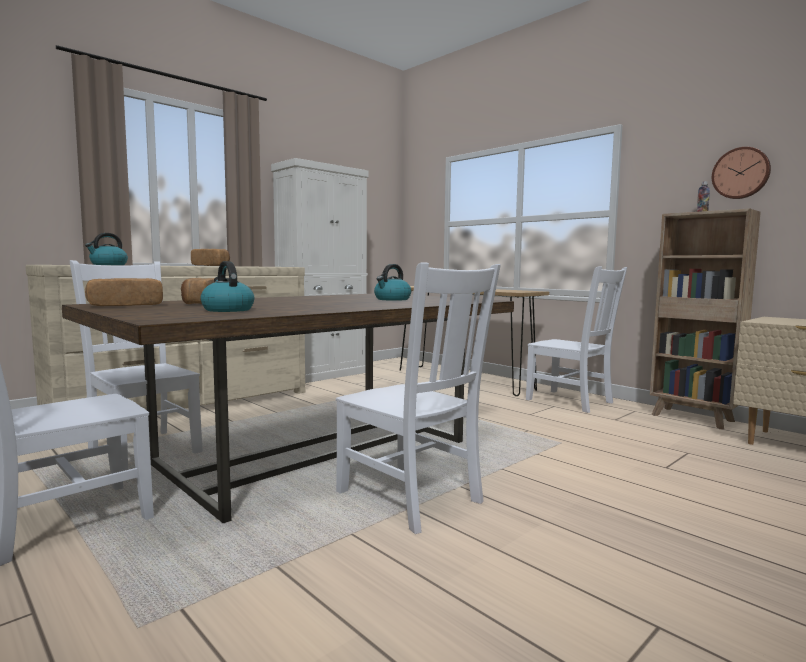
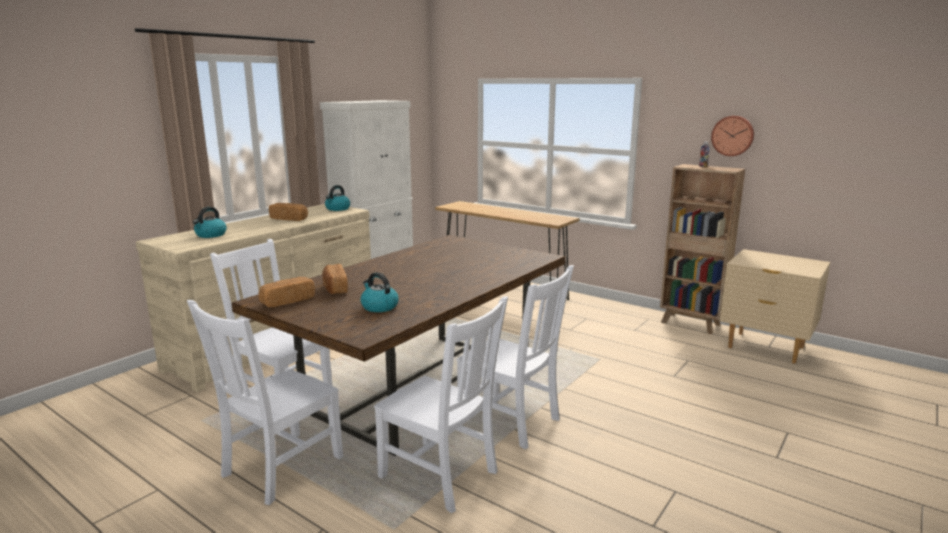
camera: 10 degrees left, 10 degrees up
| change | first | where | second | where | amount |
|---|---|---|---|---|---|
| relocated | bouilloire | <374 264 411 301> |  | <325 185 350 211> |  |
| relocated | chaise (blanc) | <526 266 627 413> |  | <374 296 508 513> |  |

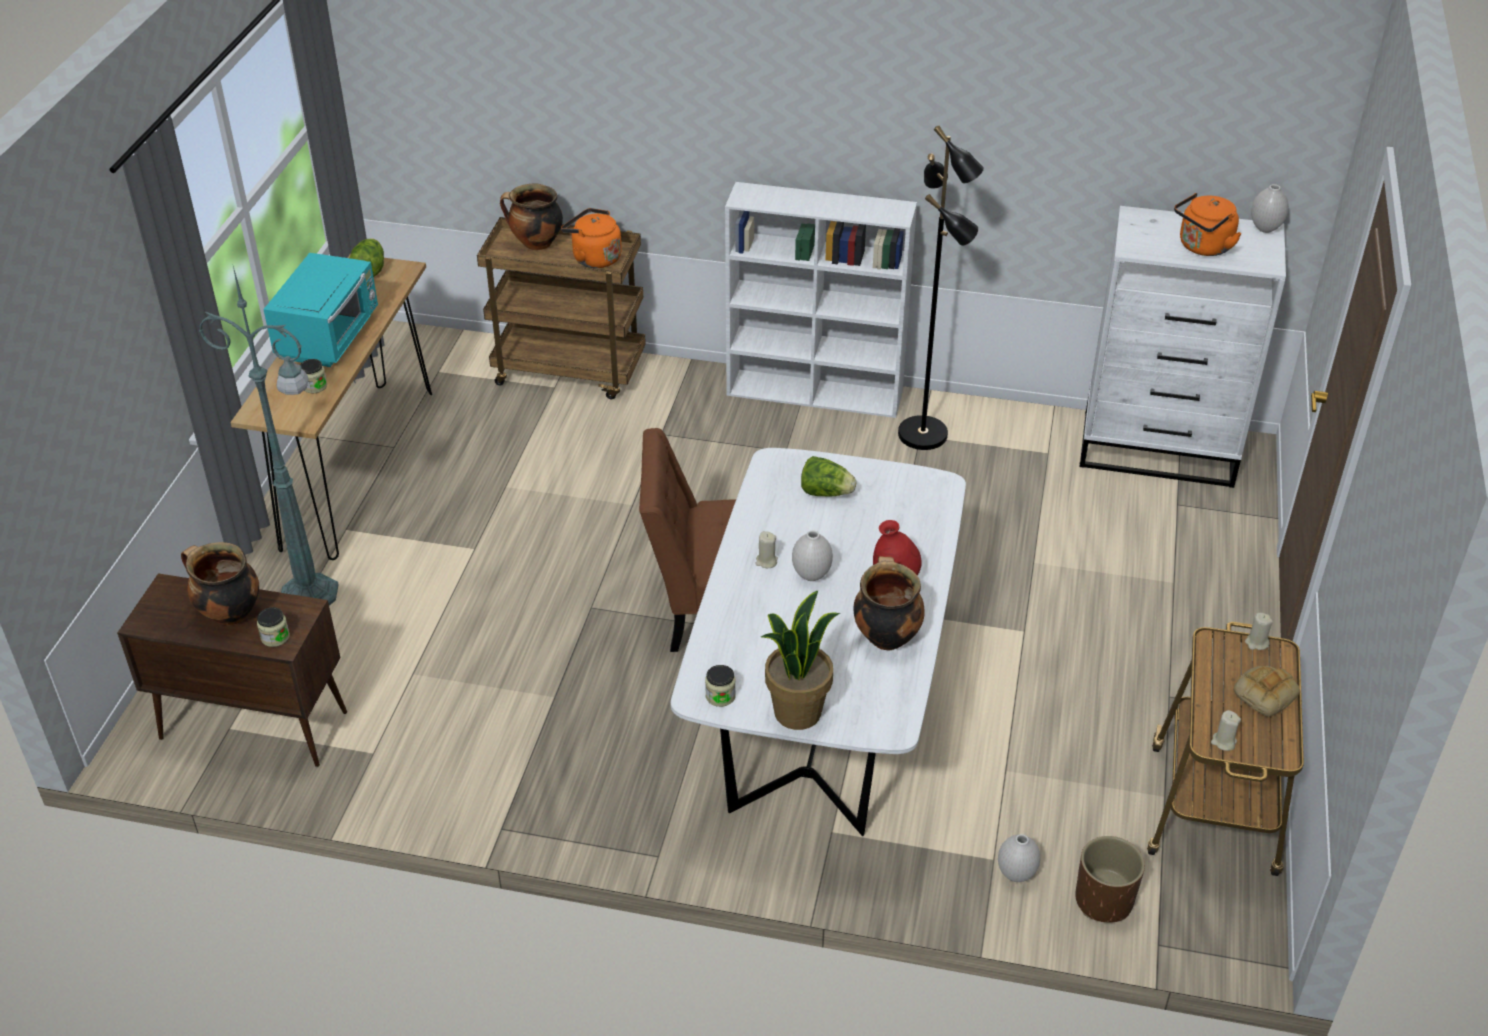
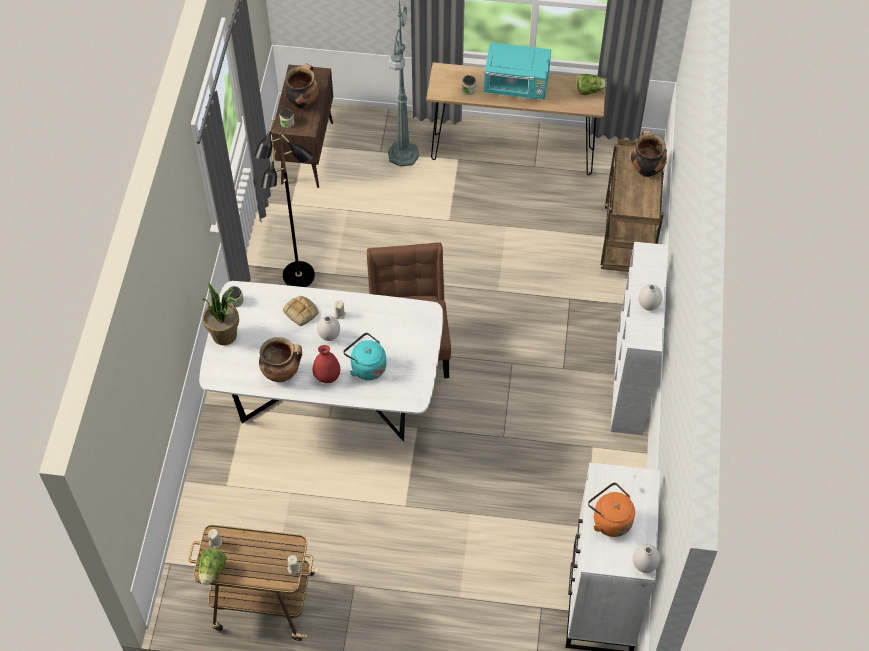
camera: 85 degrees right, 15 degrees up
| change | first | where | second | where | amount |
|---|---|---|---|---|---|
| missing | bouilloire (orange) | <561 208 622 268> |  |  |  |
| missing | cache-pot (marron) | <1075 836 1145 923> |  |  |  |
| appeared |  |  | bouilloire (turquoise) | <343 333 386 380> |  |
| relocated | laitue | <801 456 856 496> |  | <198 548 227 585> |  |
| relocated | lampadaire (noir) | <898 125 984 450> |  | <254 120 315 287> |  |
| relocated | vase (blanc) | <998 834 1040 882> |  | <638 284 663 311> |  |
| relocated | pain | <1234 666 1300 717> |  | <283 296 319 326> |  |

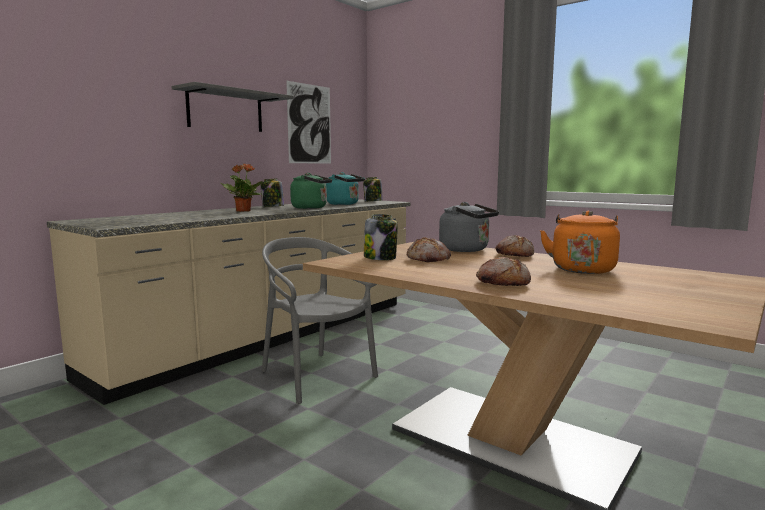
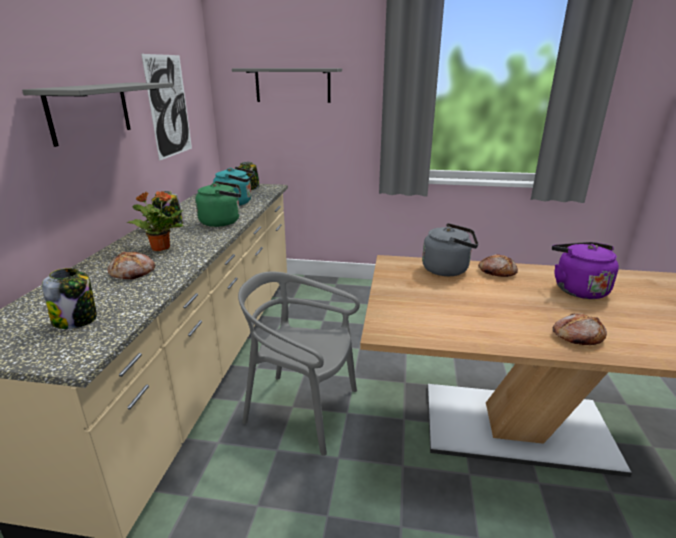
camera: 30 degrees left, 15 degrees up
| change | first | where | second | where | amount |
|---|---|---|---|---|---|
| appeared |  |  | étagère (gris) | <232 68 342 103> |  |
| relocated | bocal | <364 214 398 260> |  | <42 268 97 329> |  |
| relocated | pain | <407 237 451 262> |  | <107 252 155 279> |  |
| colour | bouilloire (orange) | <540 210 620 274> | bouilloire (violet) | <552 242 619 299> |  |

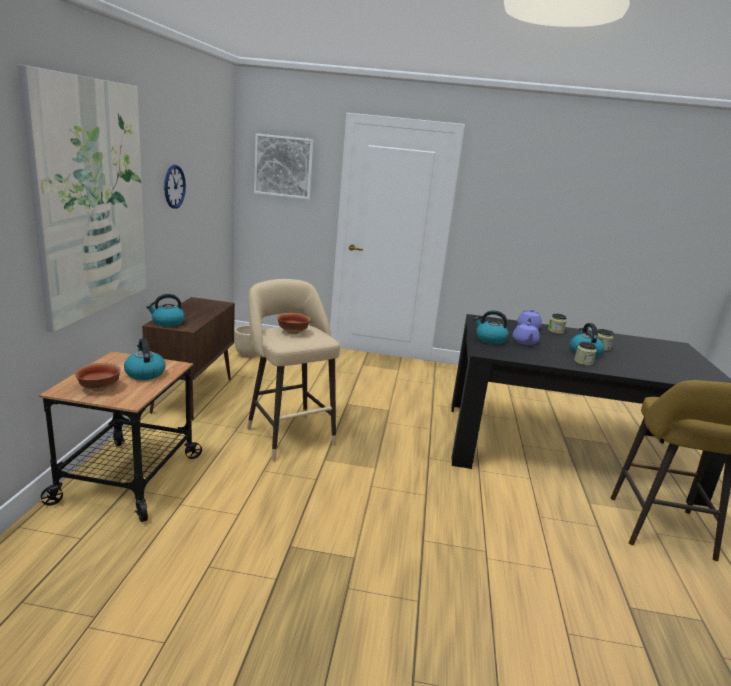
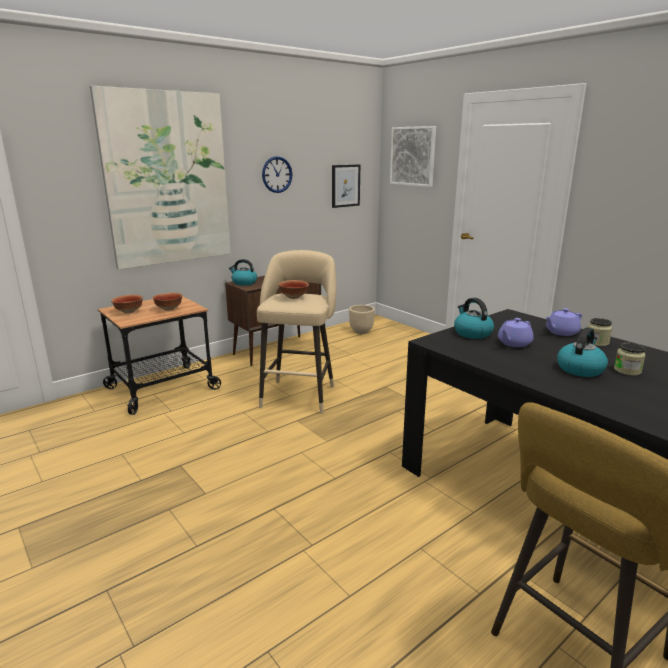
camera: 45 degrees right, 0 degrees up
| change | first | where | second | where | amount |
|---|---|---|---|---|---|
| missing | bocal | <574 342 597 366> |  |  |  |
| appeared |  |  | tableau | <332 164 360 208> |  |
| exchanged | bouilloire | <124 338 166 380> | bol | <152 293 183 311> |  |

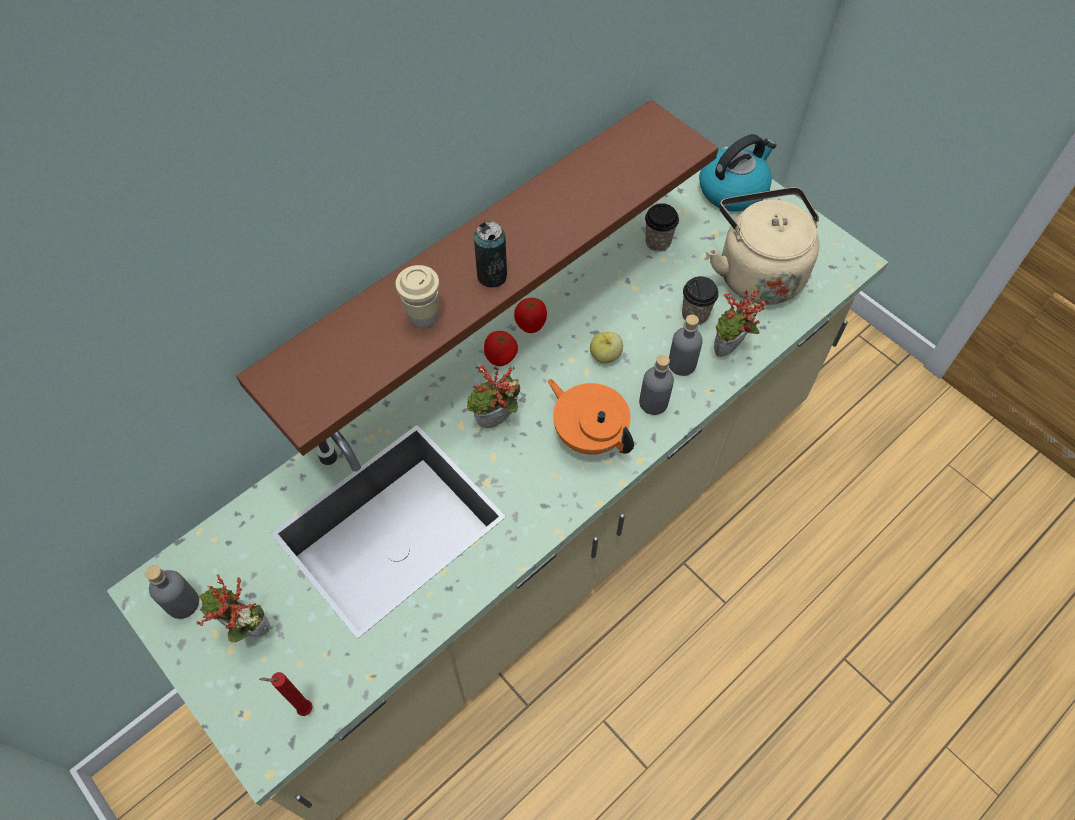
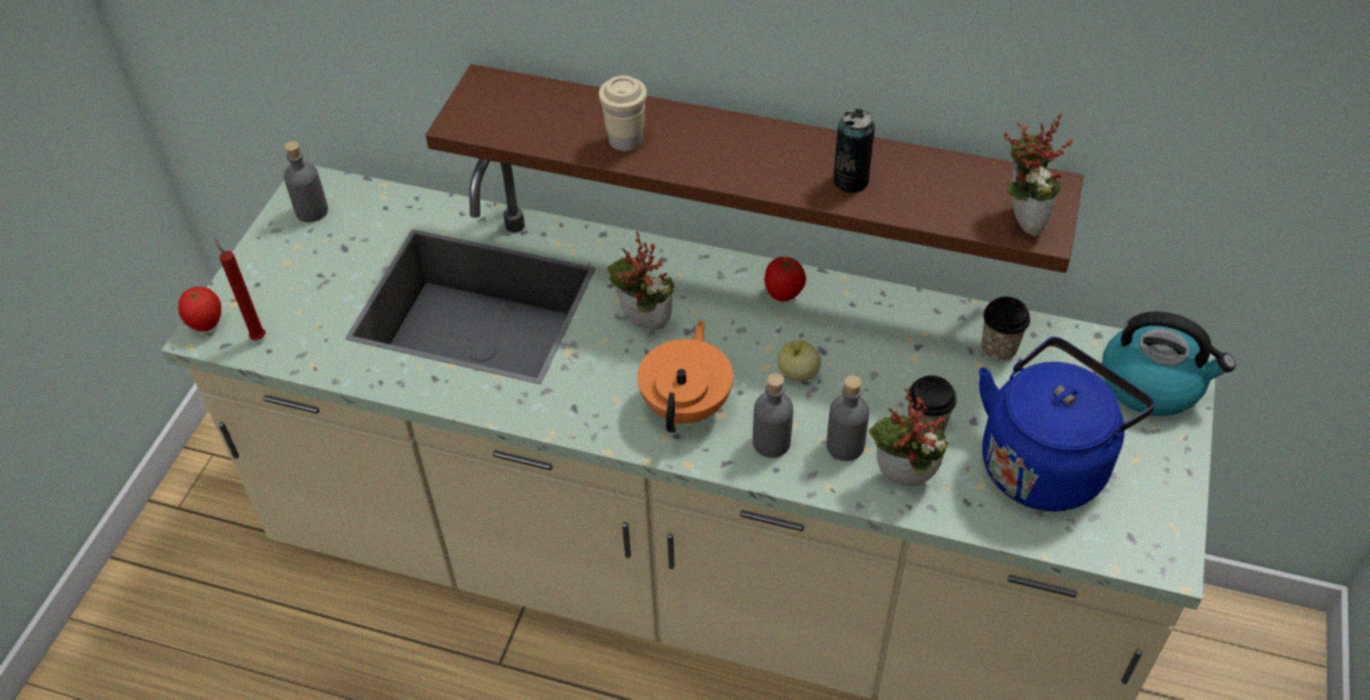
camera: 60 degrees right, 10 degrees down
| change | first | where | second | where | amount |
|---|---|---|---|---|---|
| relocated | plante en pot | <197 574 270 642> |  | <1003 113 1073 236> |  |
| relocated | boîte métallique | <474 221 507 288> |  | <833 109 875 193> |  |
| relocated | tomate | <484 331 518 366> |  | <178 287 221 331> |  |
| colour | bouilloire (beige) | <709 187 819 305> | bouilloire (bleu) | <979 337 1155 512> |  |

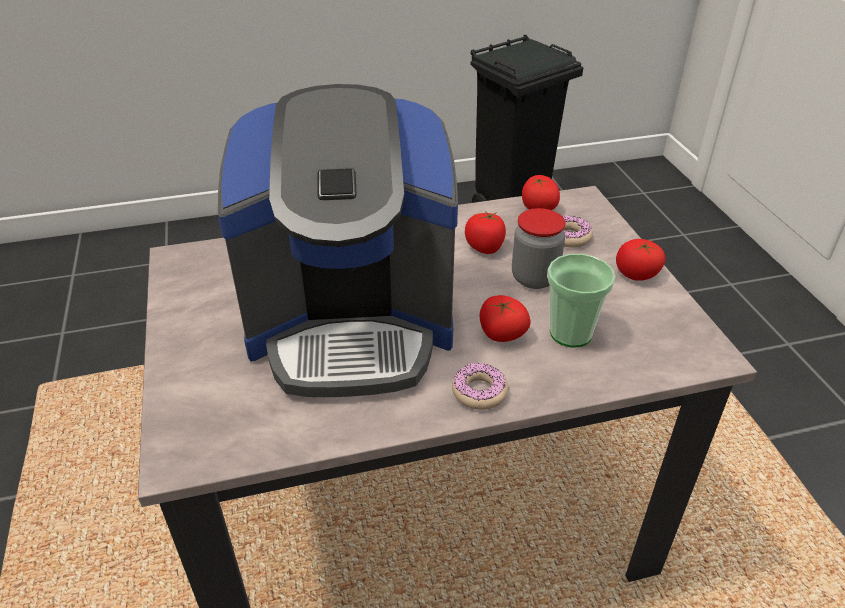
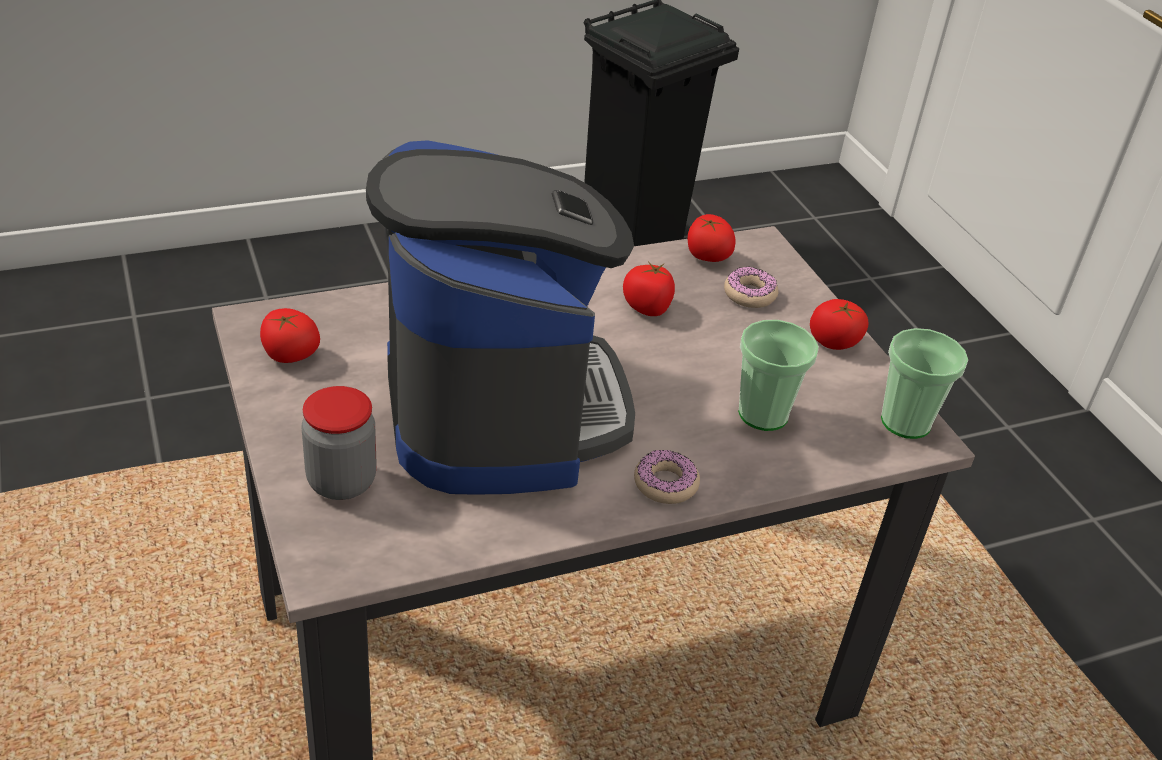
camera: 10 degrees left, 0 degrees up
| change | first | where | second | where | amount |
|---|---|---|---|---|---|
| appeared |  |  | tasse | <881 328 968 439> |  |
| relocated | tomate | <480 295 530 342> |  | <260 308 320 363> |  |
| relocated | bocal | <512 208 566 289> |  | <301 386 377 500> |  |
| spun | machine à café | <218 84 458 397> |  | <366 140 635 495> | 90 degrees counterclockwise |

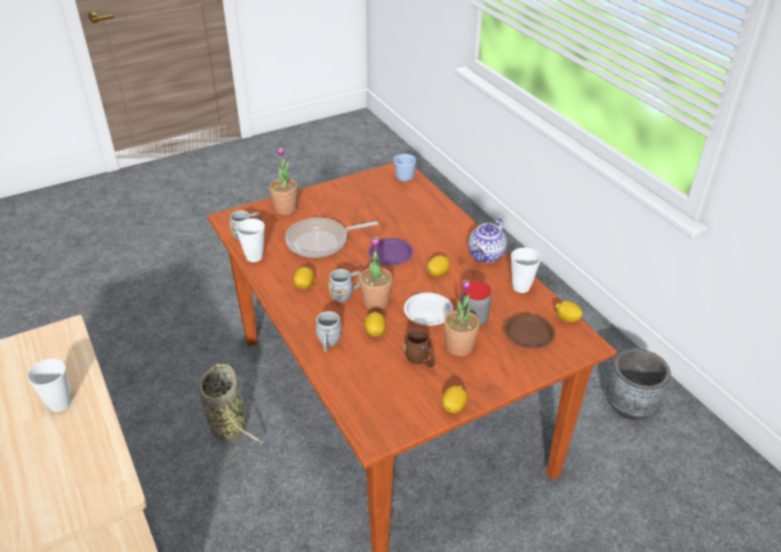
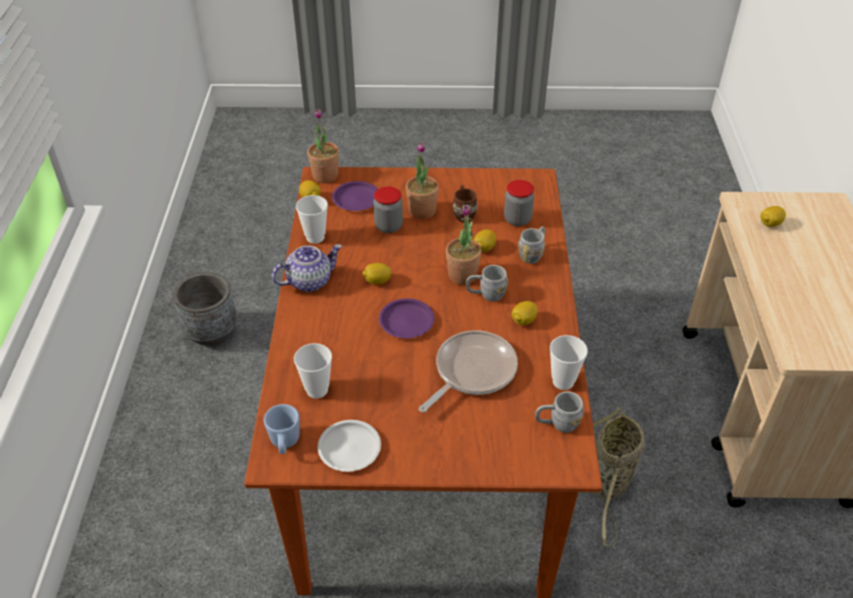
camera: 150 degrees left, 5 degrees up
| change | first | where | second | where | amount |
|---|---|---|---|---|---|
| appeared |  |  | bocal | <504 180 534 226> |  |
| relocated | tasse | <27 358 71 412> |  | <294 343 332 399> |  |
| relocated | plante en pot | <269 147 298 215> |  | <307 109 339 183> |  |
| relocated | assiette (blanc) | <404 292 453 326> |  | <318 420 381 472> |  |
| relocated | citron | <442 386 467 413> |  | <761 206 786 227> |  |
| colour | assiette (marron) | <504 314 555 349> | assiette (violet) | <332 181 378 211> |  |
| spun | poêle | <285 218 378 258> |  | <419 330 518 413> | 60 degrees counterclockwise |

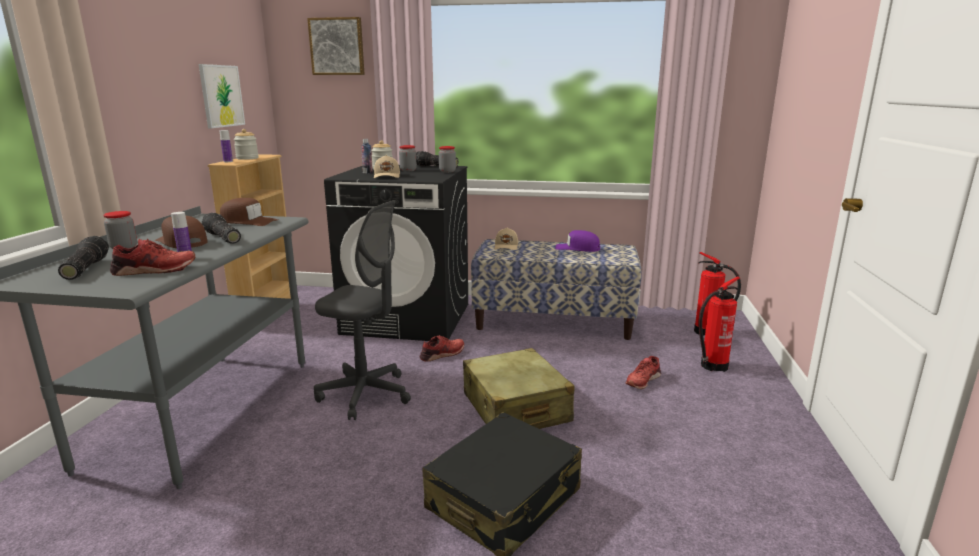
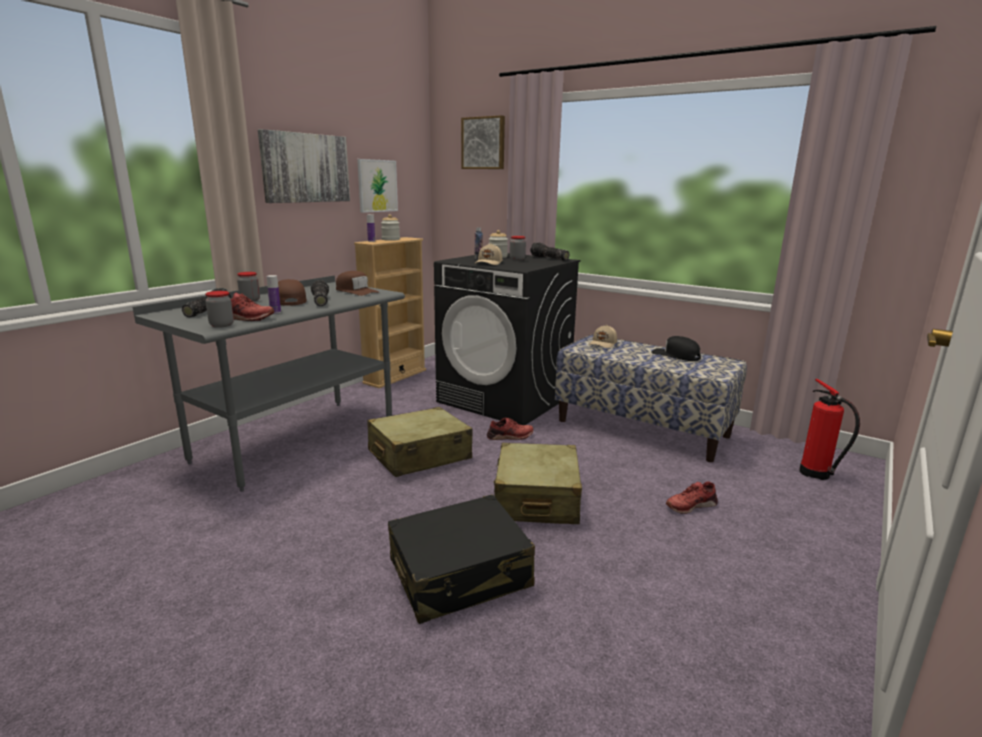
camera: 25 degrees right, 0 degrees up
| change | first | where | second | where | amount |
|---|---|---|---|---|---|
| missing | extincteur | <698 277 740 372> |  |  |  |
| appeared |  |  | tableau | <258 129 350 203> |  |
| relocated | bocal | <439 146 456 173> |  | <205 291 234 328> |  |
| exchanged | chaise de bureau (gris) | <314 200 411 420> | valise (beige) | <367 407 473 477> |  |
| colour | casquette (violet) | <555 230 600 252> | casquette (noir) | <651 336 701 361> |  |

